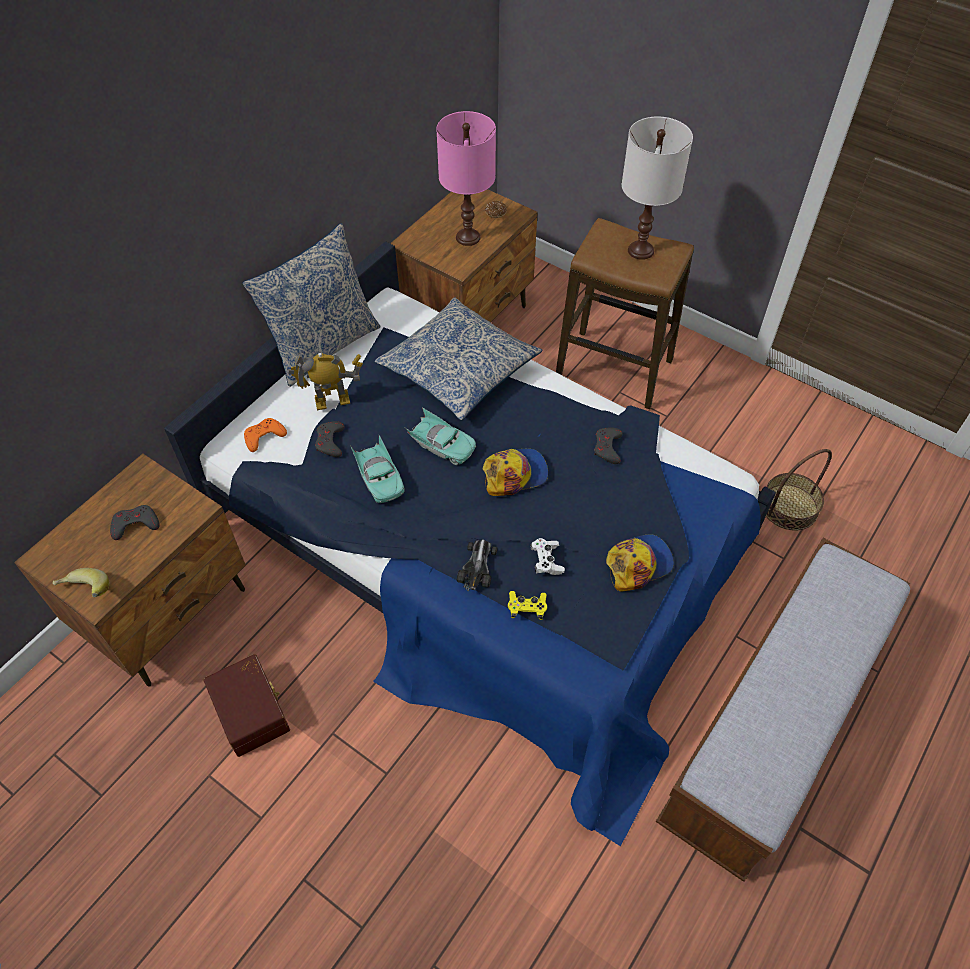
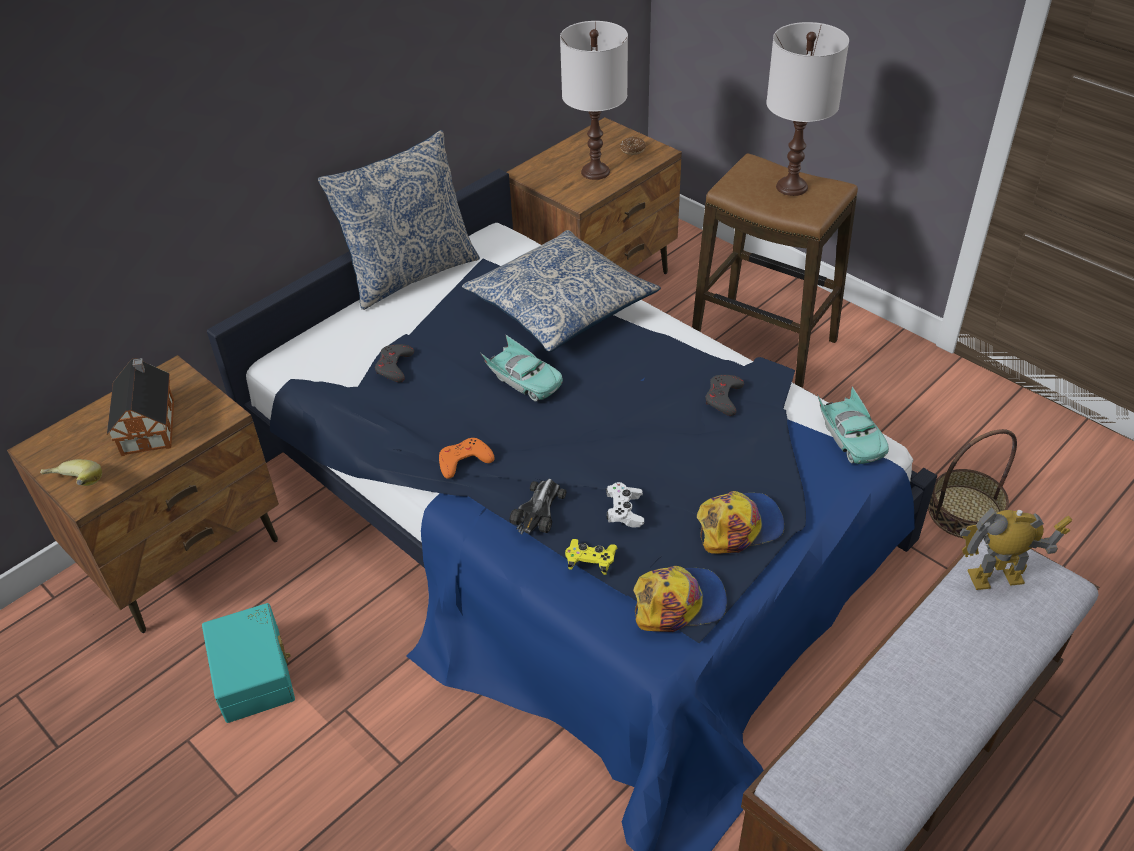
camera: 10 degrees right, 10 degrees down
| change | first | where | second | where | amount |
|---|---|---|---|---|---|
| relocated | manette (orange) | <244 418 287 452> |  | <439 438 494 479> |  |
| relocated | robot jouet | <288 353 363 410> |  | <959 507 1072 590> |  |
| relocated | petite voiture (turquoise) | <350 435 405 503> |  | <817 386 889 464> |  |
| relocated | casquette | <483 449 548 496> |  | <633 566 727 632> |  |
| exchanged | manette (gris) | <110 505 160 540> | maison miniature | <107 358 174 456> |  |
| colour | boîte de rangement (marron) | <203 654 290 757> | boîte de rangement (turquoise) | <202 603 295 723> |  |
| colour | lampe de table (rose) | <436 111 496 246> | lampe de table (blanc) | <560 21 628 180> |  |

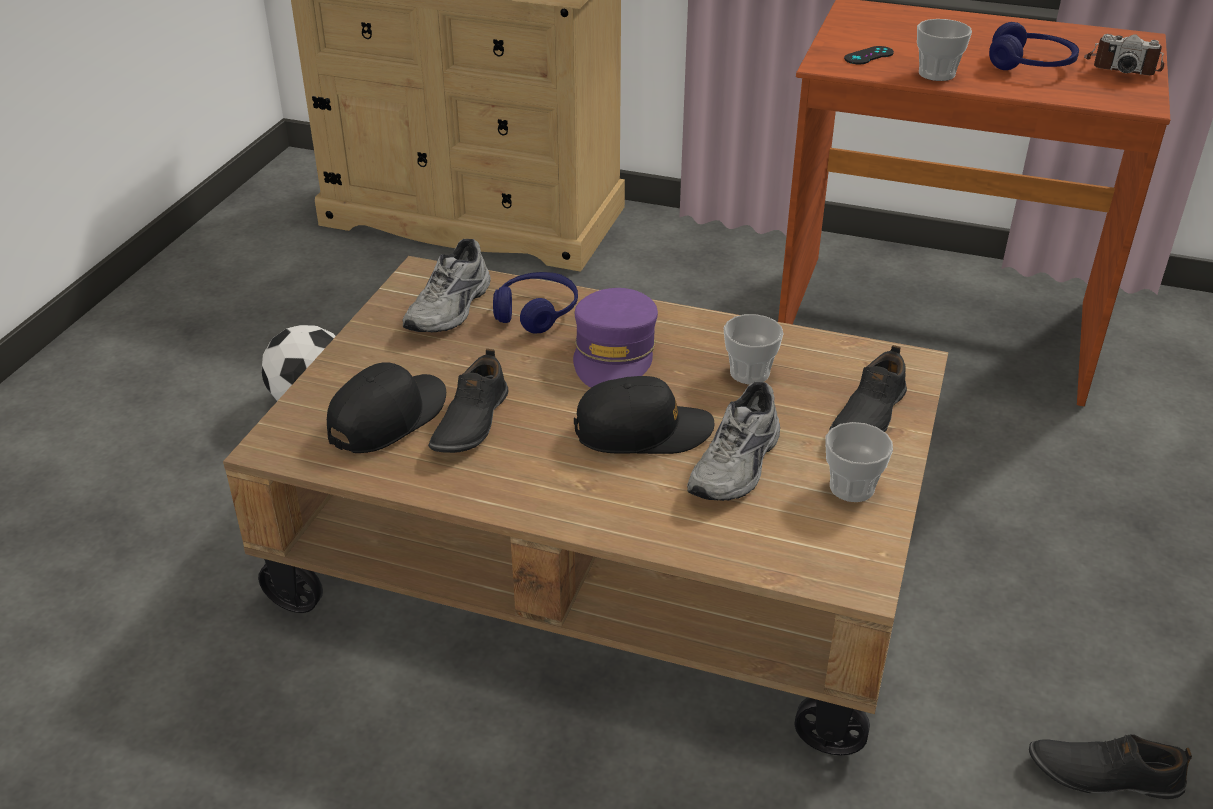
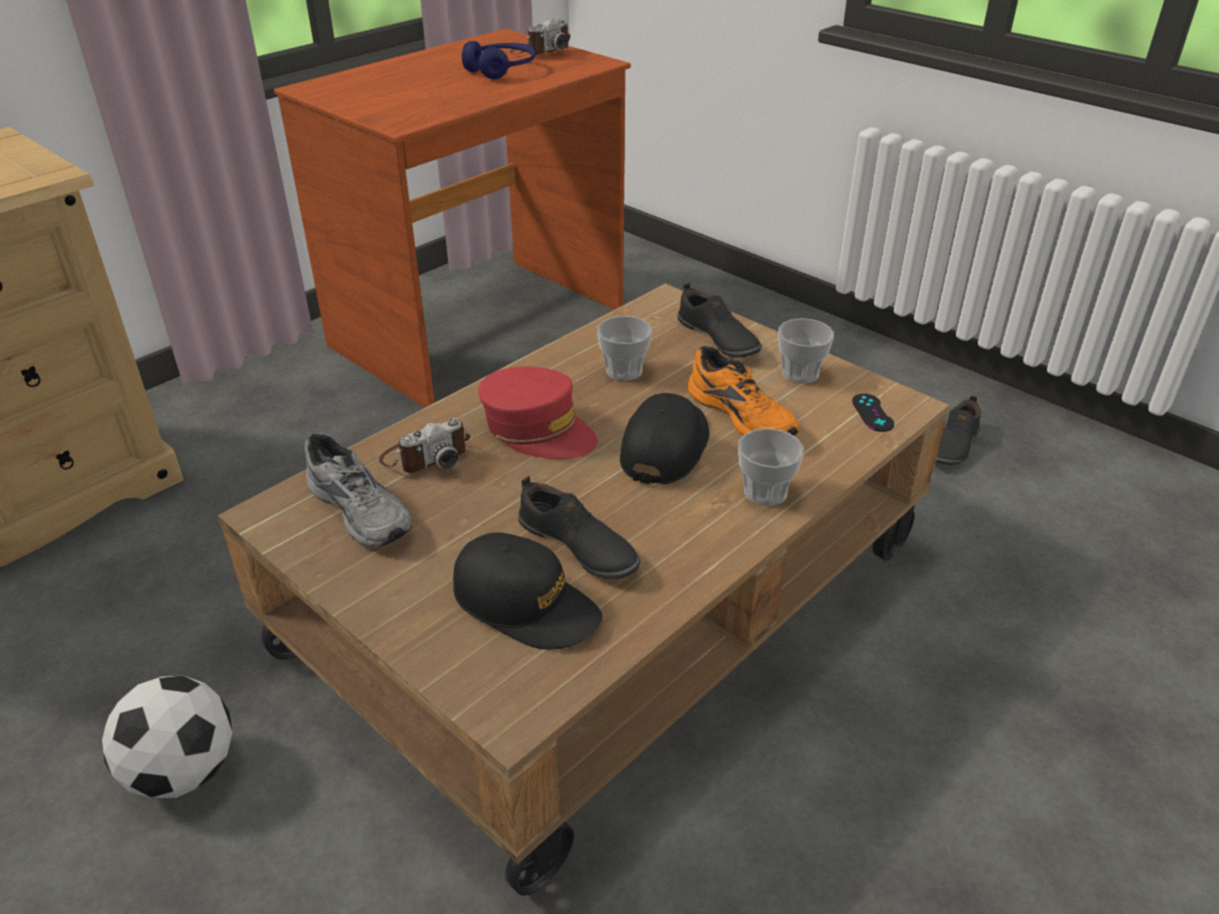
camera: 65 degrees left, 0 degrees up
| change | first | where | second | where | amount |
|---|---|---|---|---|---|
| relocated | manette (noir) | <844 46 894 64> |  | <852 394 894 432> |  |
| relocated | tasse | <917 19 972 81> |  | <738 428 804 506> |  |
| exchanged | casque audio (bleu) | <493 272 578 334> | appareil photo | <379 418 470 473> |  |
| colour | casquette (violet) | <573 288 658 388> | casquette (rouge) | <478 367 598 459> |  |
| colour | chaussure (gris) | <687 382 780 501> | chaussure (orange) | <688 346 799 436> |  |
| spun | casquette (noir) | <327 362 446 453> |  | <453 532 602 650> | 150 degrees clockwise |

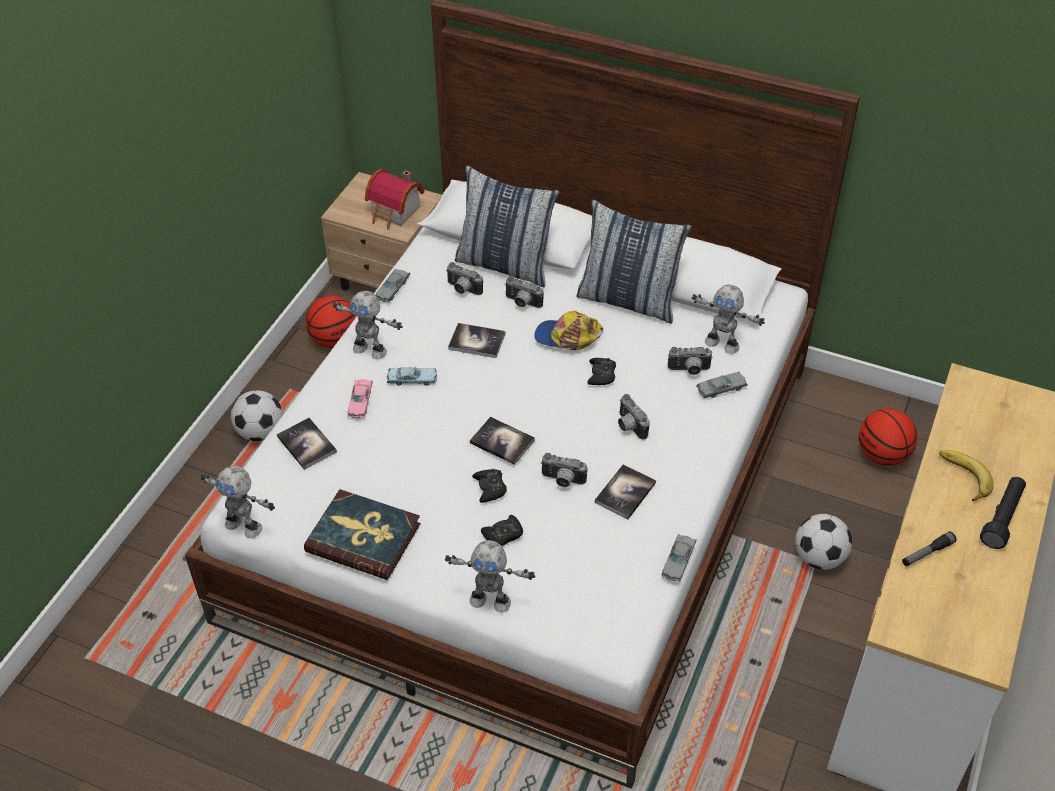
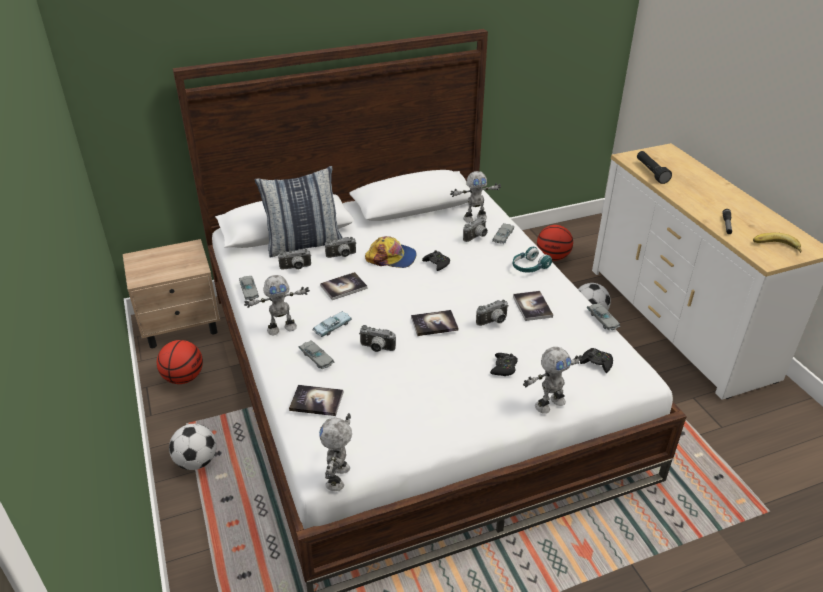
camera: 45 degrees left, 10 degrees down
| change | first | where | second | where | amount |
|---|---|---|---|---|---|
| missing | livre | <304 489 421 580> |  |  |  |
| missing | maison miniature | <365 169 424 230> |  |  |  |
| missing | coussin | <577 200 692 324> |  |  |  |
| appeared |  |  | casque audio (turquoise) | <513 247 552 273> |  |
| relocated | manette (noir) | <472 469 507 503> |  | <580 348 613 373> |  |
| relocated | appareil photo | <618 394 650 440> |  | <359 325 396 352> |  |
| relocated | banane | <939 450 993 501> |  | <753 233 802 253> |  |
| relocated | lampe de poche (noir) | <980 477 1026 549> |  | <637 151 672 184> |  |
| colour | petite voiture (rose) | <347 379 373 418> | petite voiture (gris) | <299 340 334 369> |  |
| spun | robot jouet | <201 466 275 538> |  | <319 413 352 491> | 120 degrees clockwise |
| spun | casquette | <534 311 603 350> |  | <365 236 417 268> | 135 degrees counterclockwise |

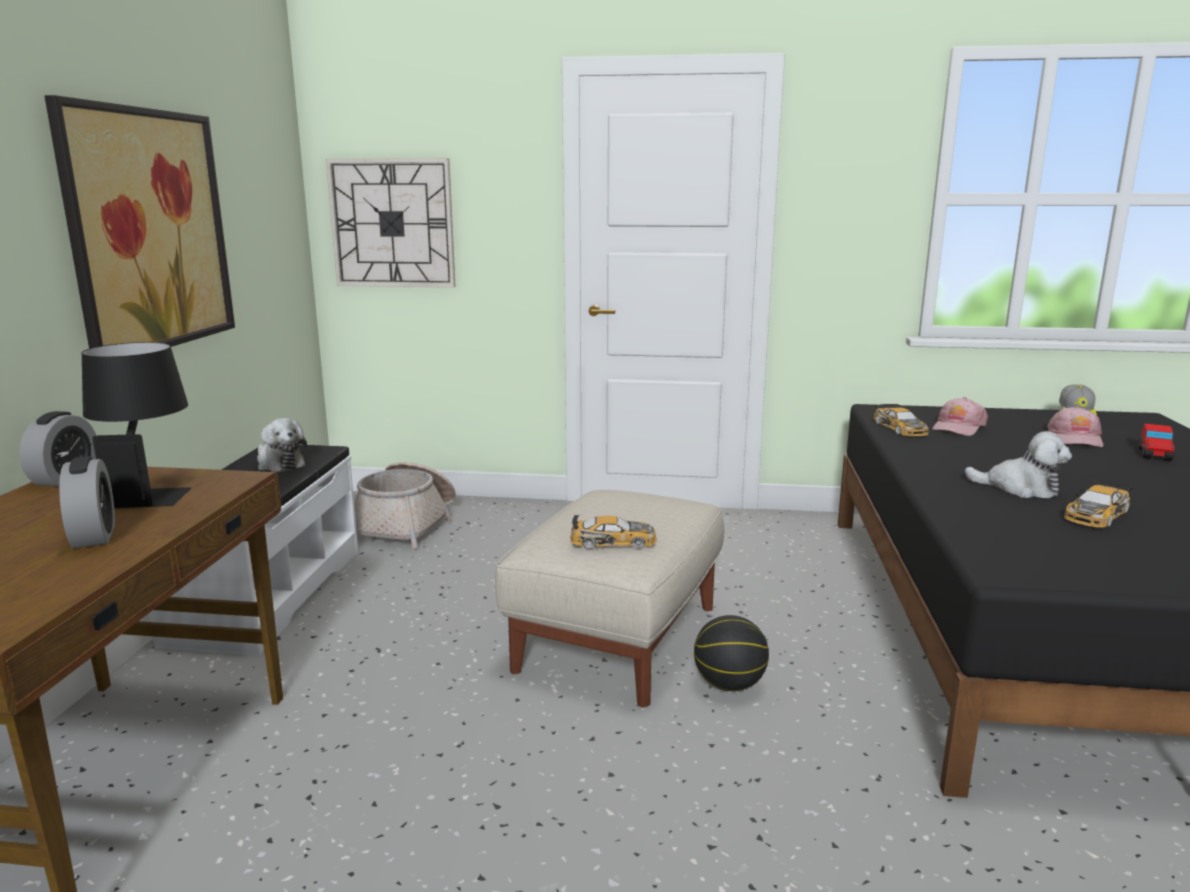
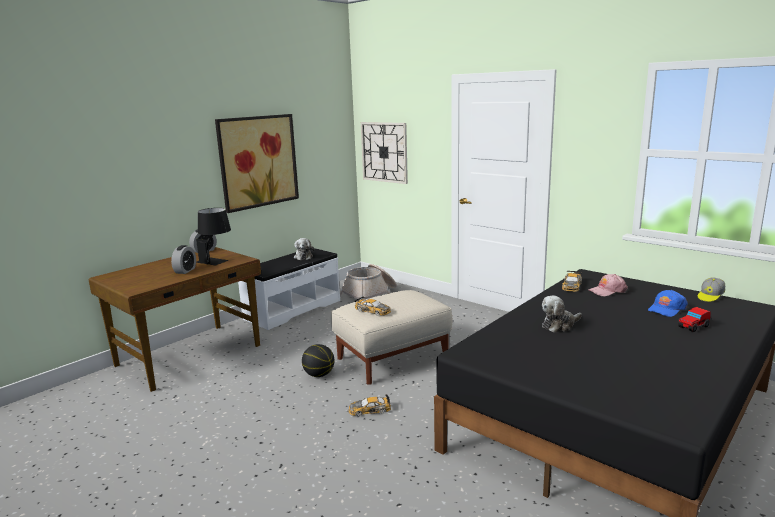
camera: 35 degrees right, 0 degrees up
| change | first | where | second | where | amount |
|---|---|---|---|---|---|
| relocated | ballon de basket | <694 615 769 691> |  | <302 344 334 377> |  |
| relocated | petite voiture | <1064 479 1132 528> |  | <348 394 391 416> |  |
| colour | casquette (rose) | <1047 406 1103 447> | casquette (bleu) | <648 290 688 317> |  |
| spun | peluche | <965 431 1072 498> |  | <542 296 582 332> | 90 degrees clockwise |

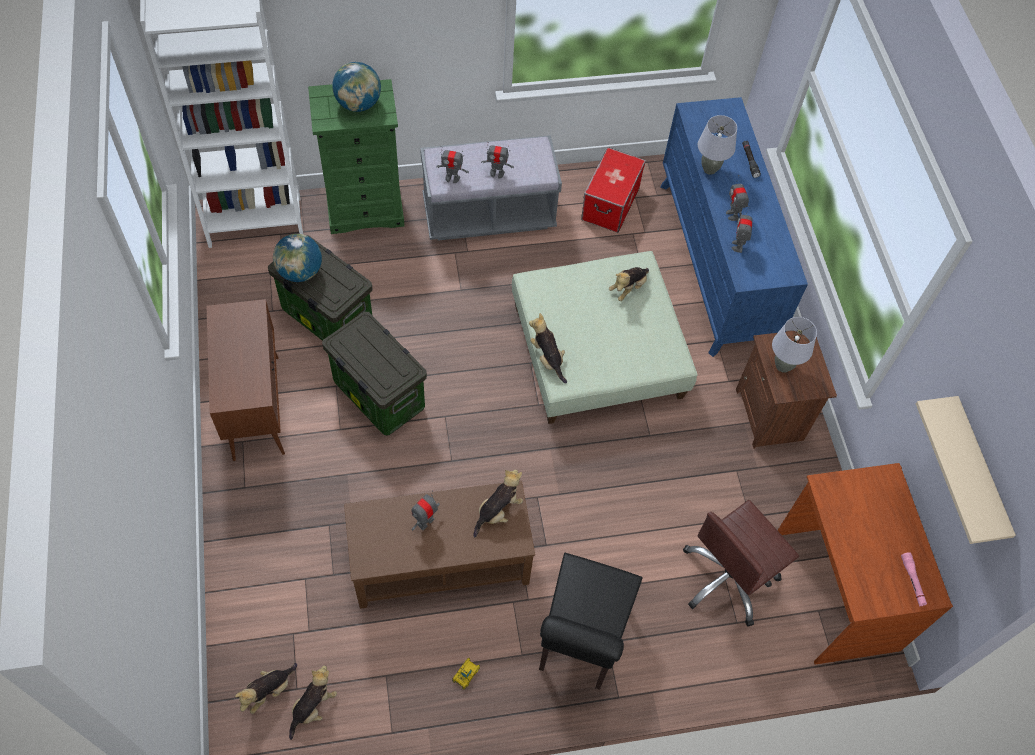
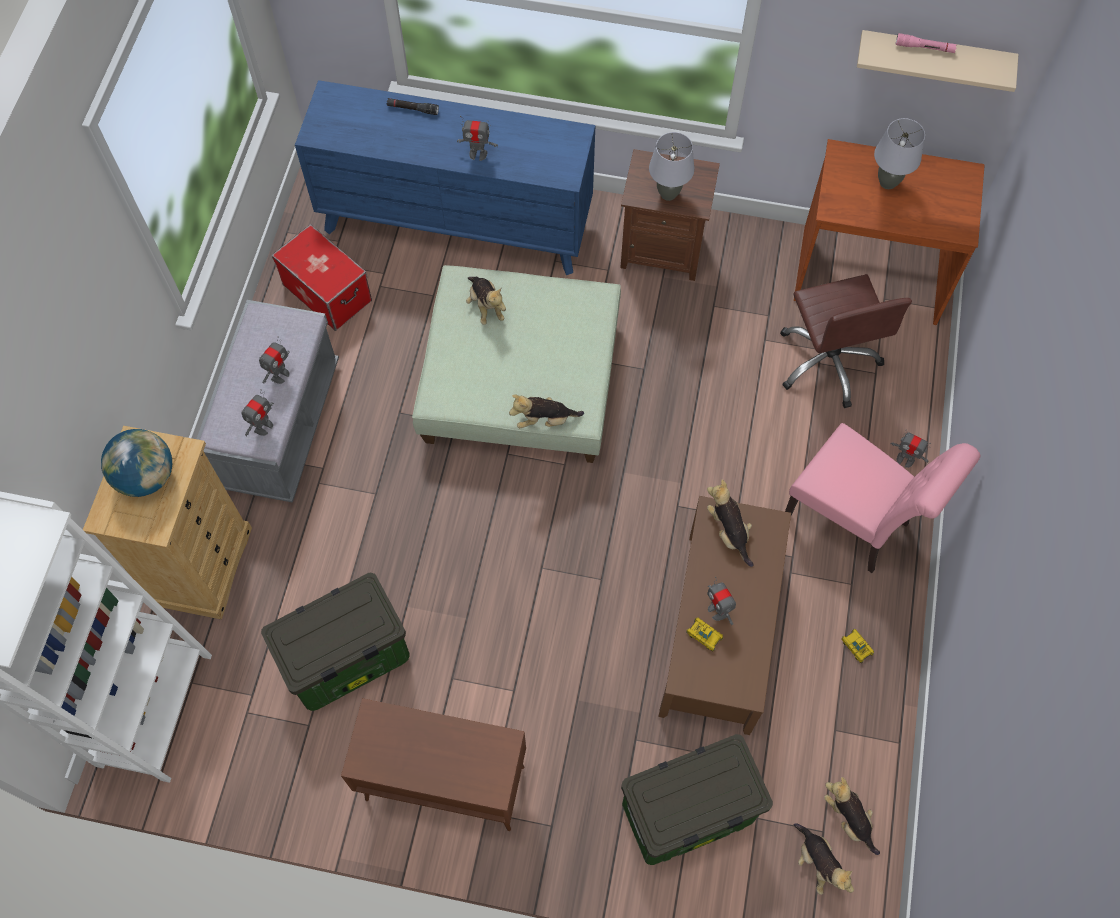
camera: 65 degrees left, 5 degrees up
| change | first | where | second | where | amount |
|---|---|---|---|---|---|
| missing | globe | <273 234 322 282> |  |  |  |
| appeared |  |  | petite voiture | <686 617 723 651> |  |
| relocated | boîte de rangement | <322 312 427 435> |  | <621 734 773 865> |  |
| relocated | lampe de table (gris) | <698 115 737 175> |  | <874 118 925 189> |  |
| relocated | robot jouet | <731 206 753 253> |  | <890 430 931 468> |  |
| relocated | lampe de poche (rose) | <901 552 927 606> |  | <895 33 957 53> |  |
| colour | commode (vert) | <308 79 405 234> | commode (beige) | <83 426 252 620> |  |
| colour | chaise (noir) | <539 553 642 690> | chaise (rose) | <785 423 980 573> |  |

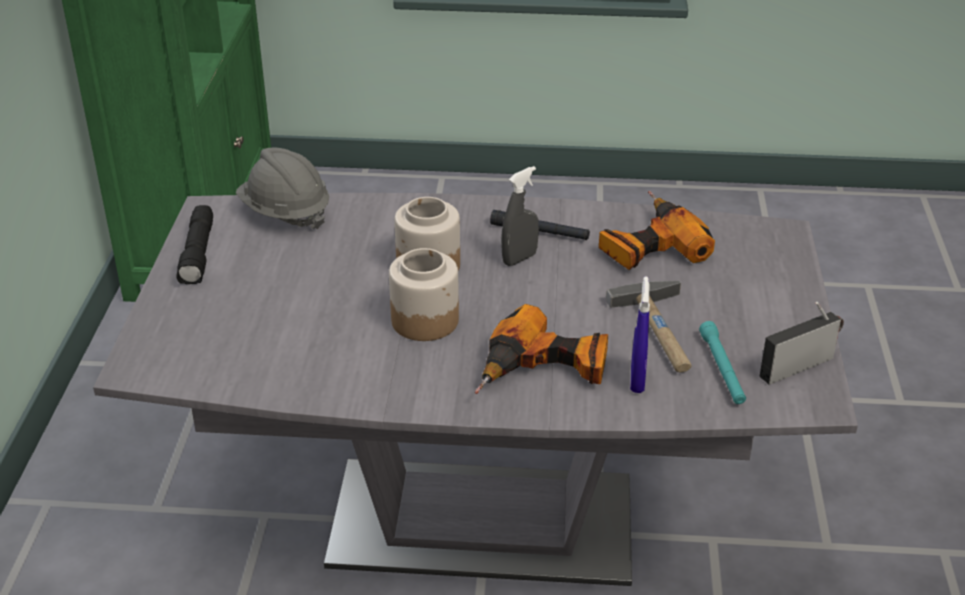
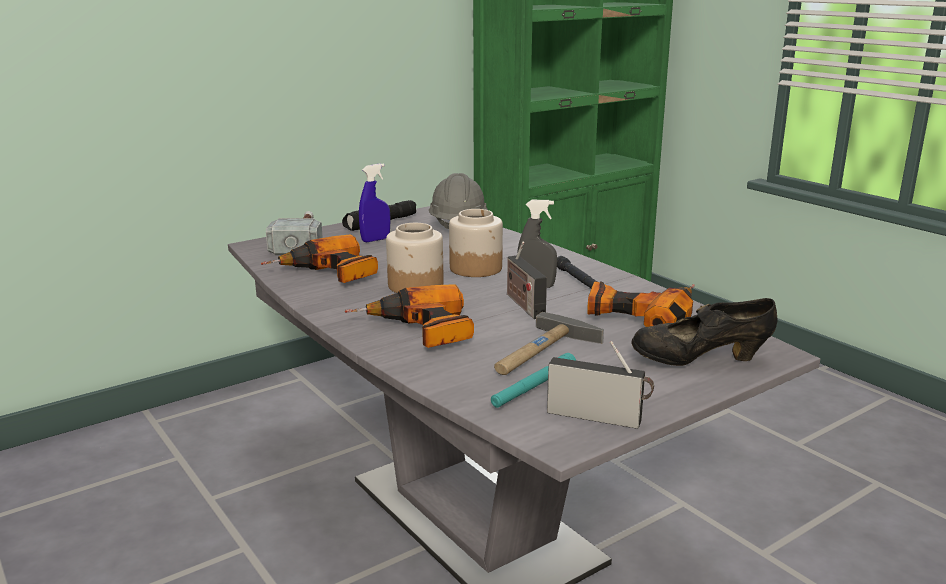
camera: 50 degrees right, 15 degrees down
| change | first | where | second | where | amount |
|---|---|---|---|---|---|
| appeared |  |  | perceuse | <261 234 378 283> |  |
| appeared |  |  | marteau | <266 211 323 255> |  |
| appeared |  |  | radio | <507 242 547 319> |  |
| appeared |  |  | chaussure (noir) | <631 298 778 366> |  |
| relocated | vaporisateur (bleu) | <630 277 650 393> |  | <359 163 391 242> |  |

